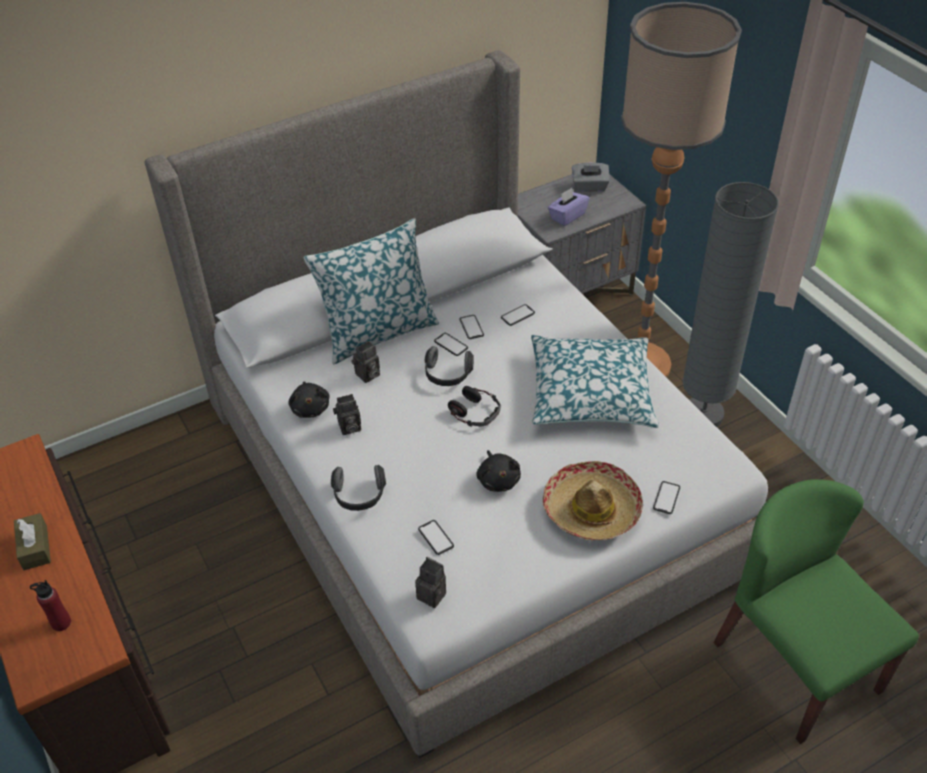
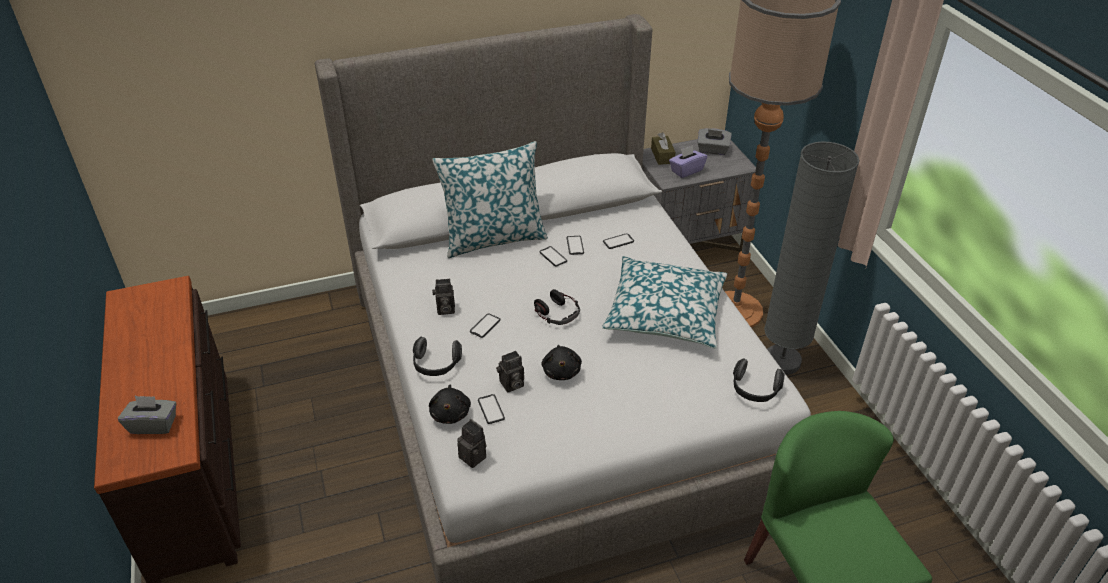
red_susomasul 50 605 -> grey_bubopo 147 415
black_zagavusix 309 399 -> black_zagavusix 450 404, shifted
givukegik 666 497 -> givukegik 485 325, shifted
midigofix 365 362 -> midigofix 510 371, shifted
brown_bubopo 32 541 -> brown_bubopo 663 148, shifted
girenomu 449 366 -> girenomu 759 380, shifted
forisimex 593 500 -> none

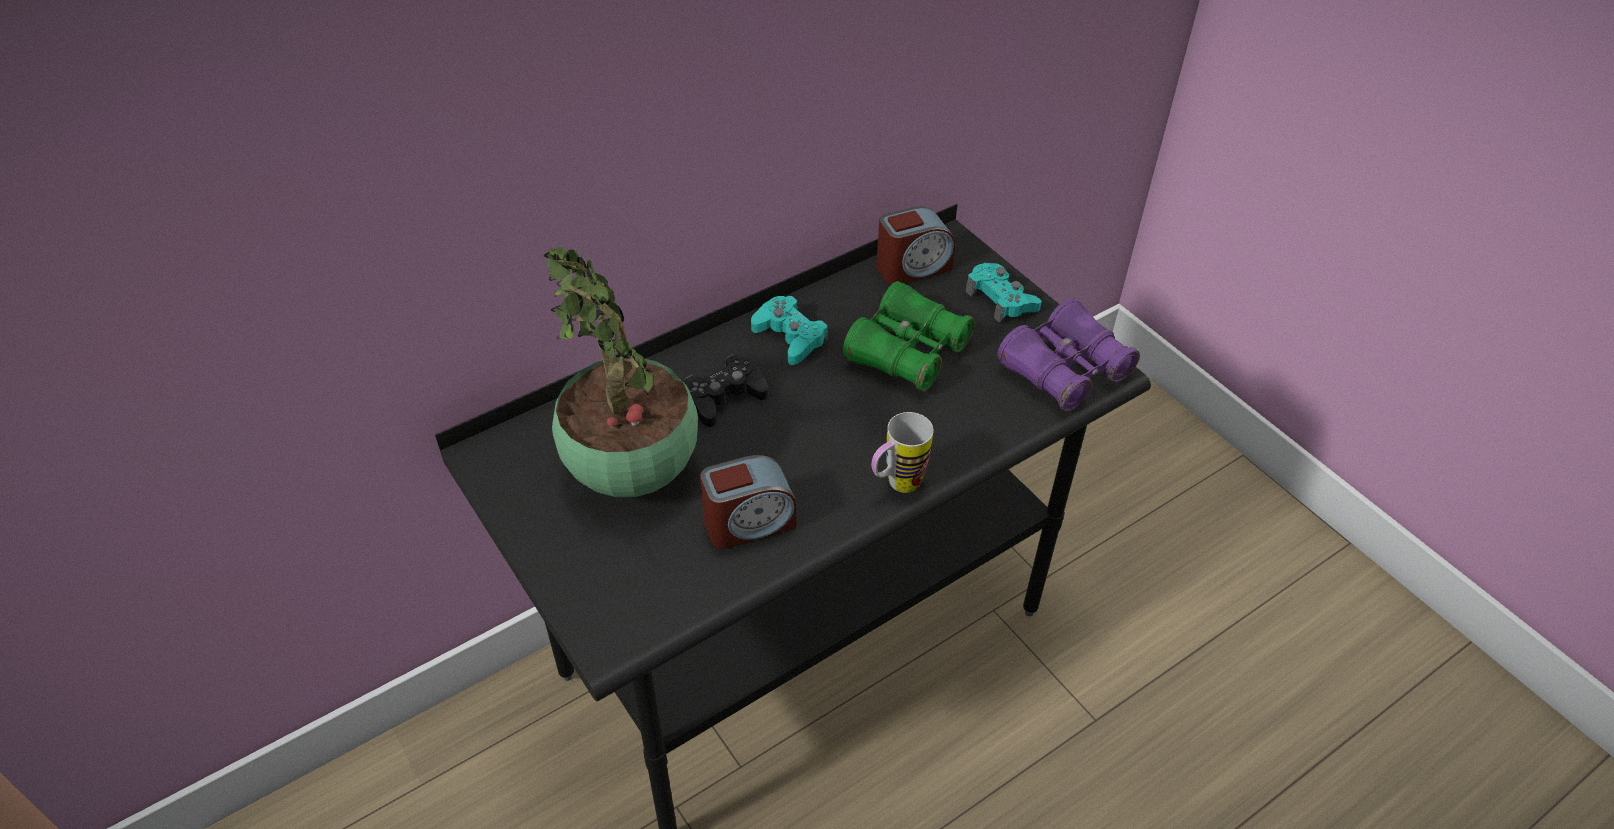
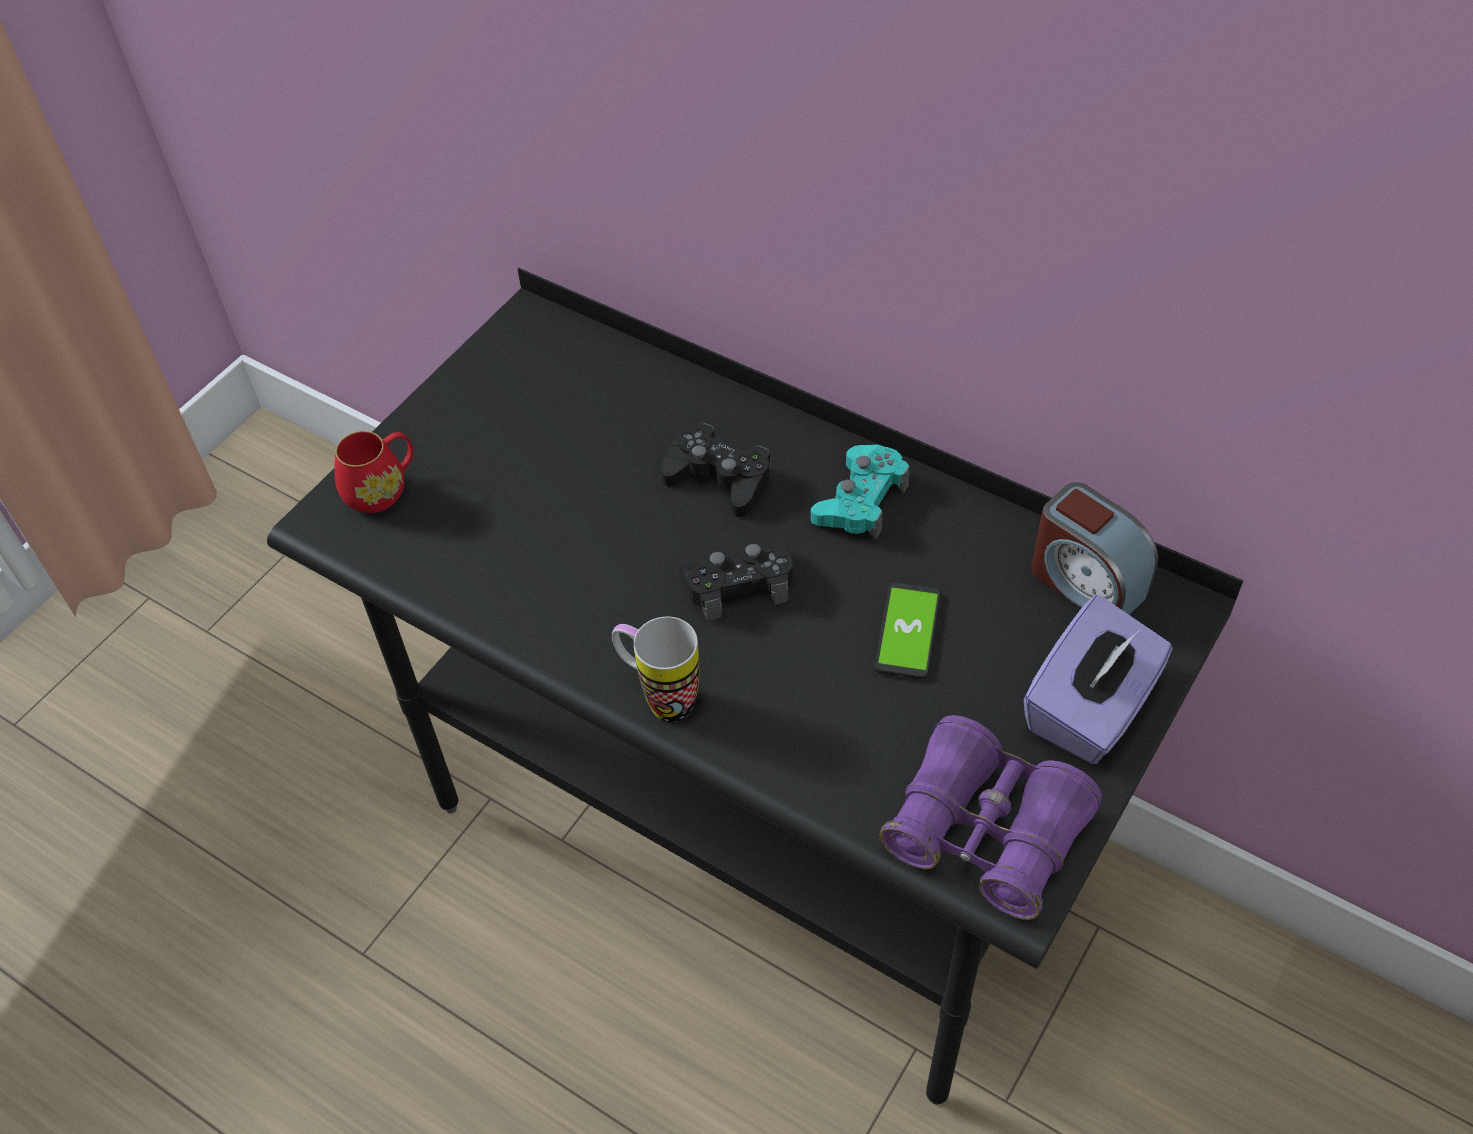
none -> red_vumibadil 373 472
none -> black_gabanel 736 579
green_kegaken 909 336 -> givukegik 907 630
turquoise_gabanel 1003 292 -> purple_bubopo 1098 679
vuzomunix 621 372 -> none
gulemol 748 502 -> none

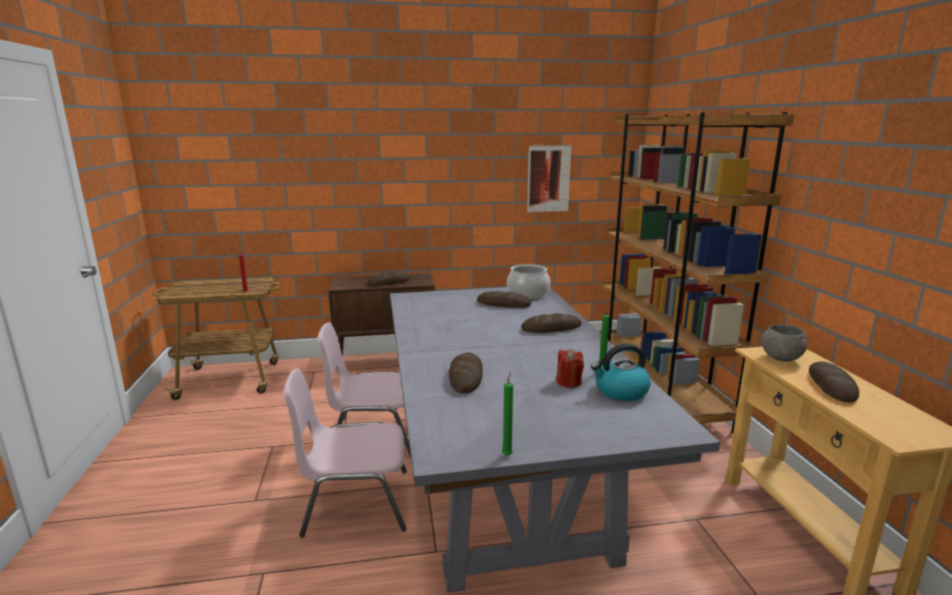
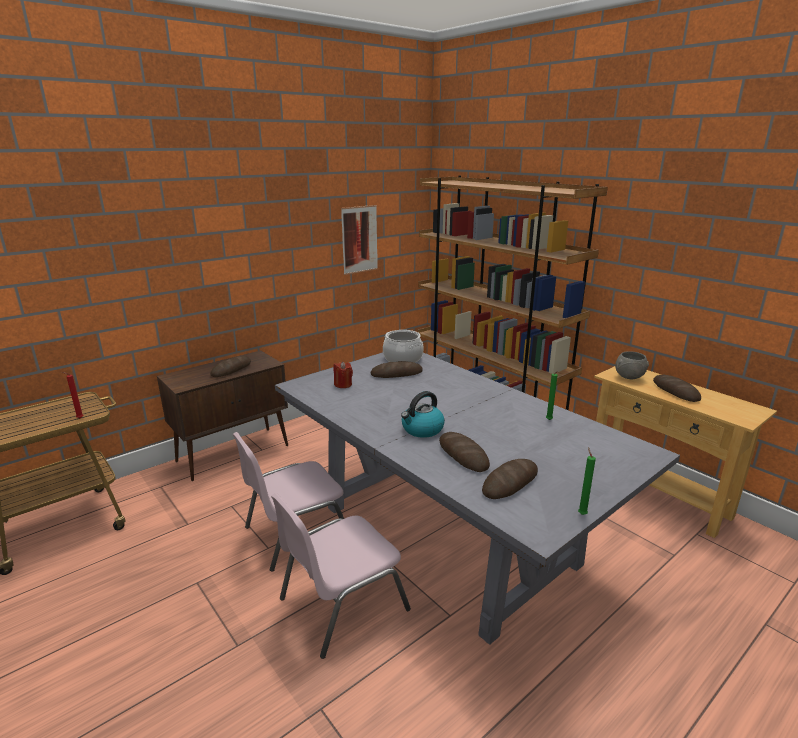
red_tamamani 570 368 -> red_tamamani 343 374, shifted
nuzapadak 621 372 -> nuzapadak 423 414, shifted
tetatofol 551 323 -> tetatofol 510 479, shifted

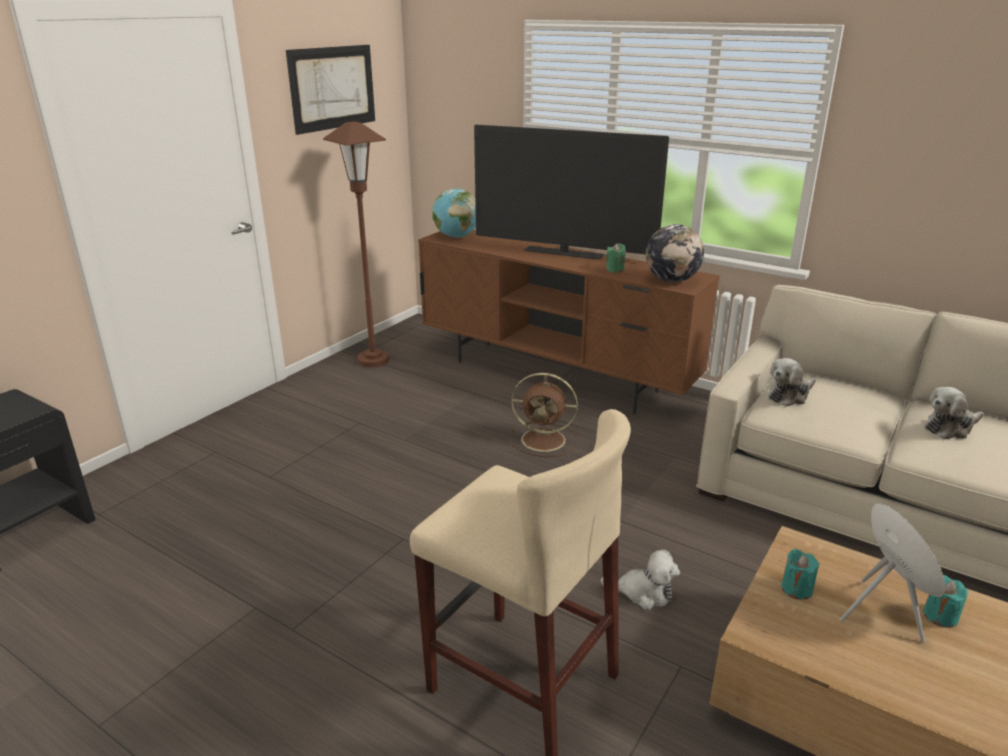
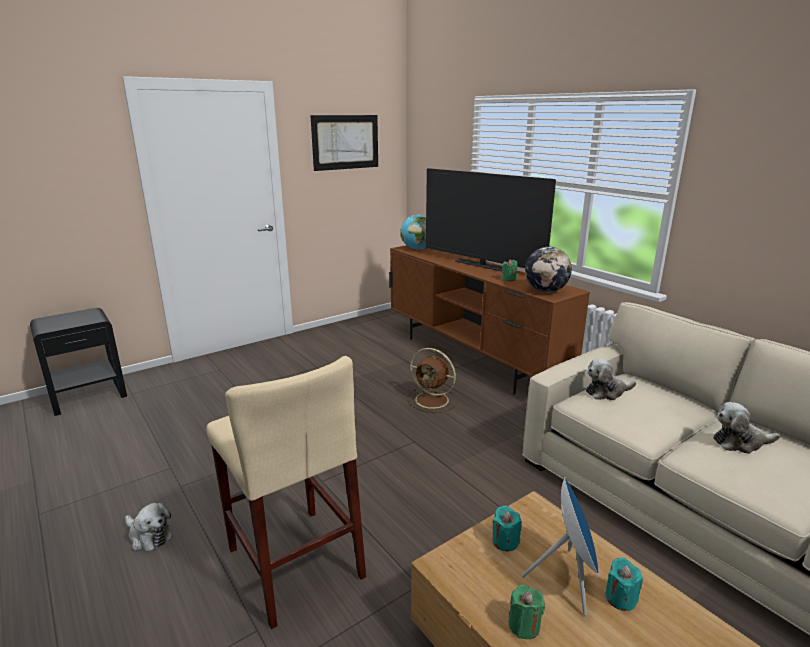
zagavusix 640 579 -> zagavusix 149 527, shifted
none -> green_tamamani 526 612
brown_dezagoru 356 244 -> none

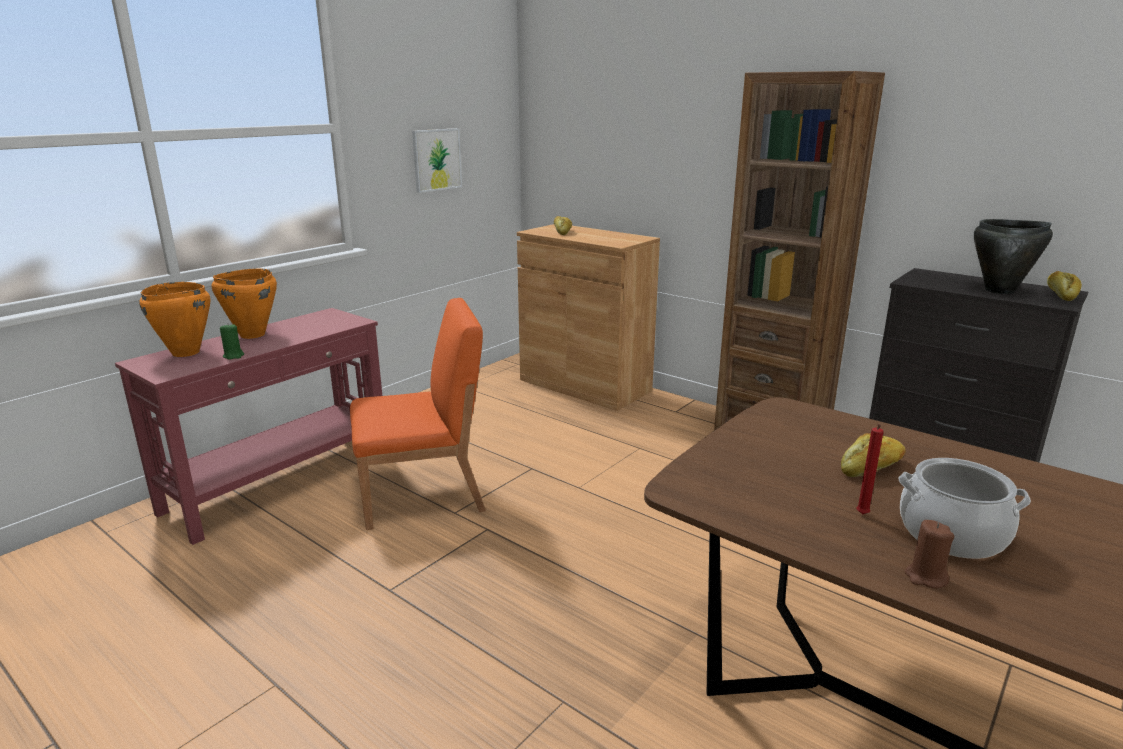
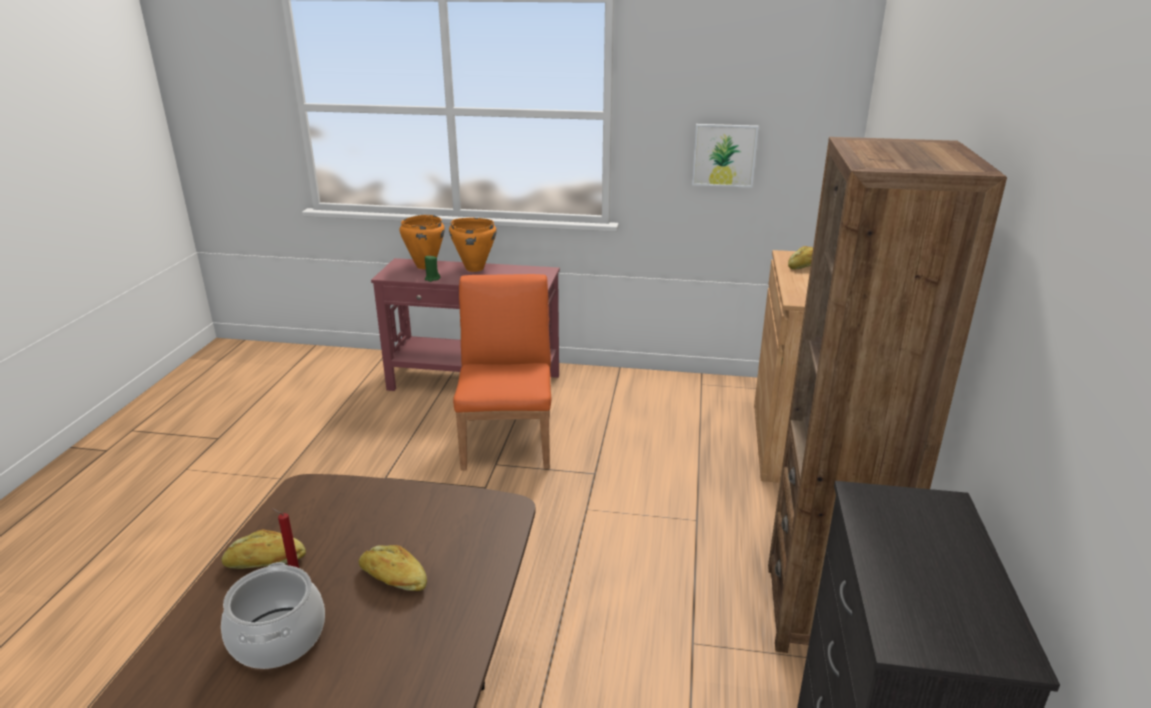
tetatofol 1064 286 -> tetatofol 263 549, shifted
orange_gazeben 418 414 -> orange_gazeben 502 372, 135 degrees counterclockwise
brown_tamamani 929 554 -> none
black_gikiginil 1013 256 -> none

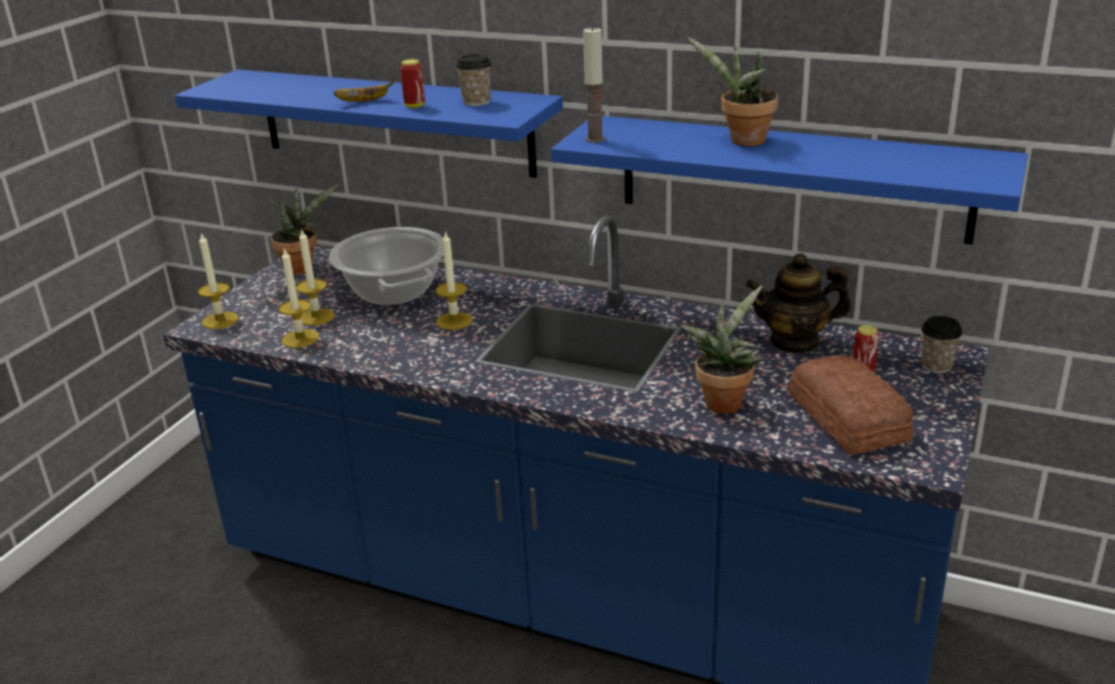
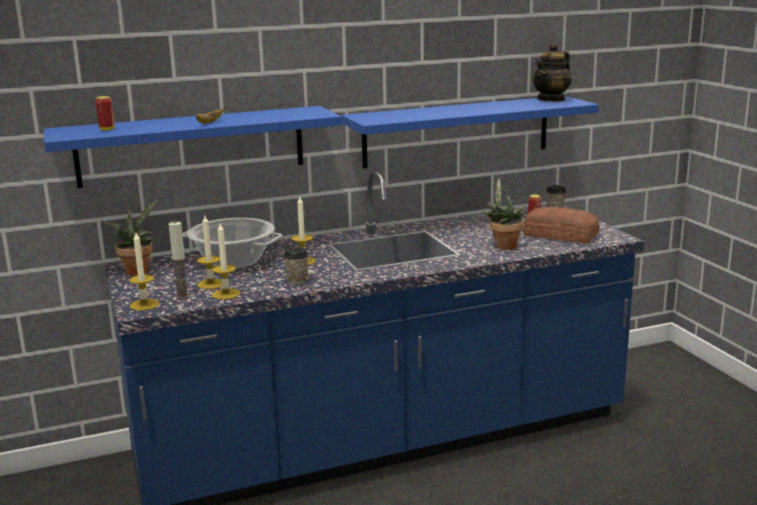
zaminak 412 83 -> zaminak 105 113, shifted
tamamani 594 84 -> tamamani 178 260, shifted
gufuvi 474 80 -> gufuvi 296 265, shifted
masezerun 798 303 -> masezerun 552 72, shifted
vuzomunix 732 91 -> none

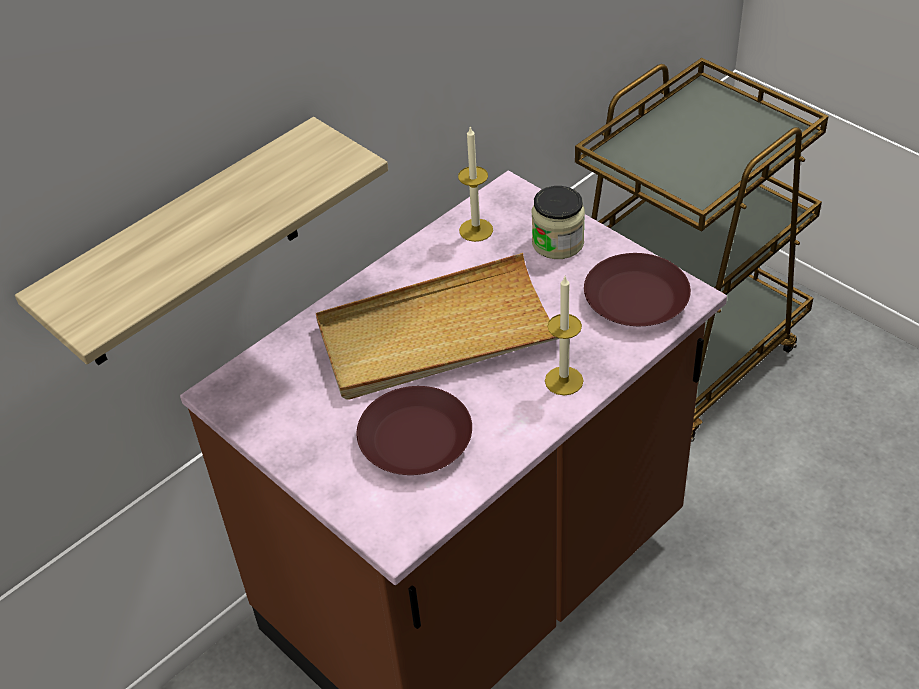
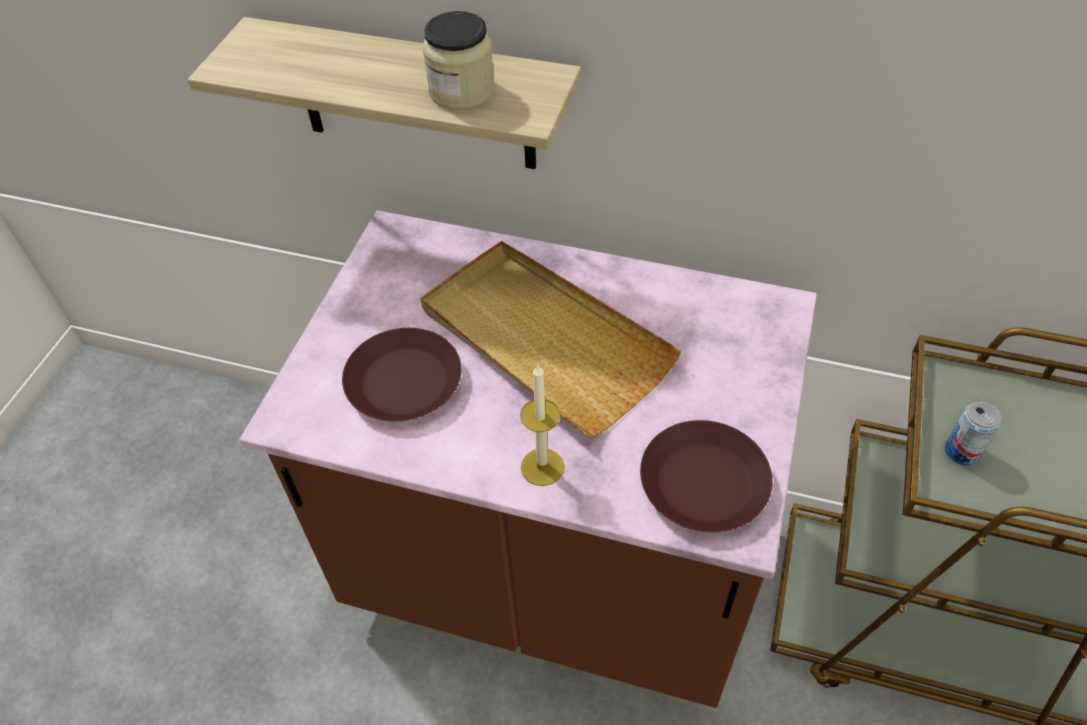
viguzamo 558 222 -> viguzamo 458 60, shifted
none -> zaminak 973 433
tamamani 475 184 -> none

